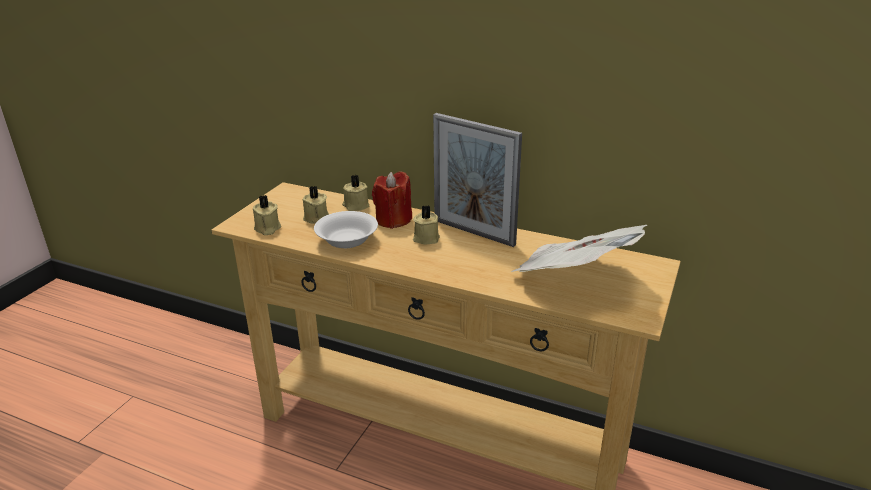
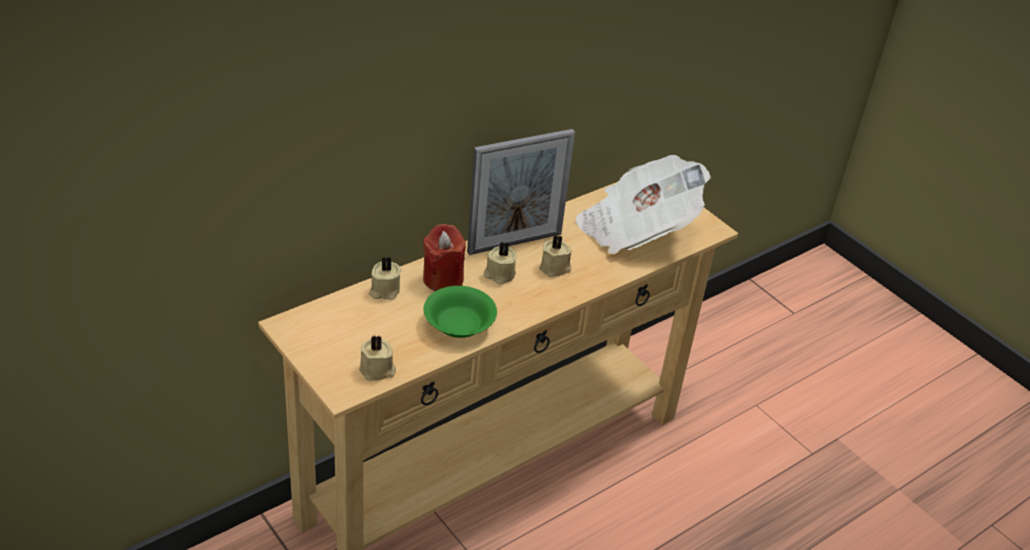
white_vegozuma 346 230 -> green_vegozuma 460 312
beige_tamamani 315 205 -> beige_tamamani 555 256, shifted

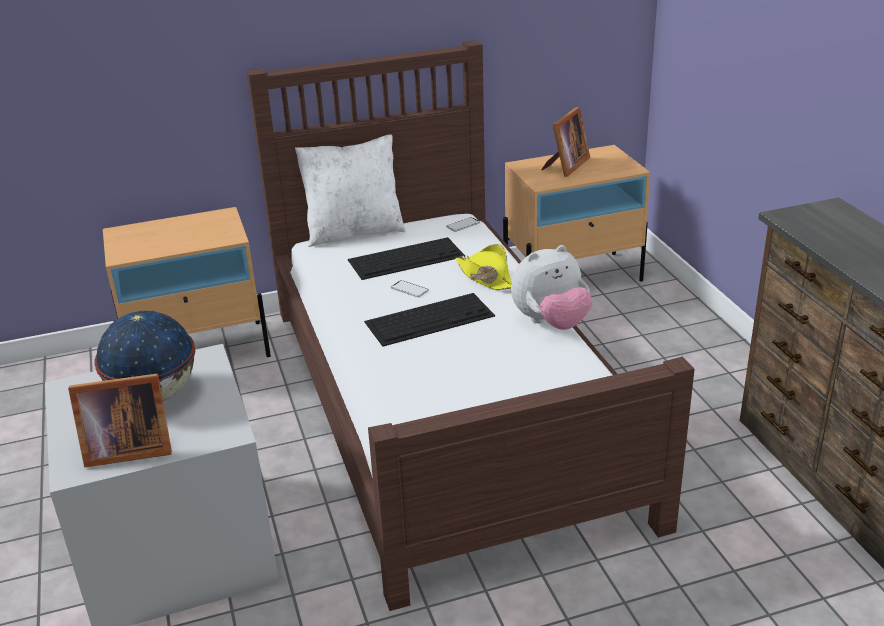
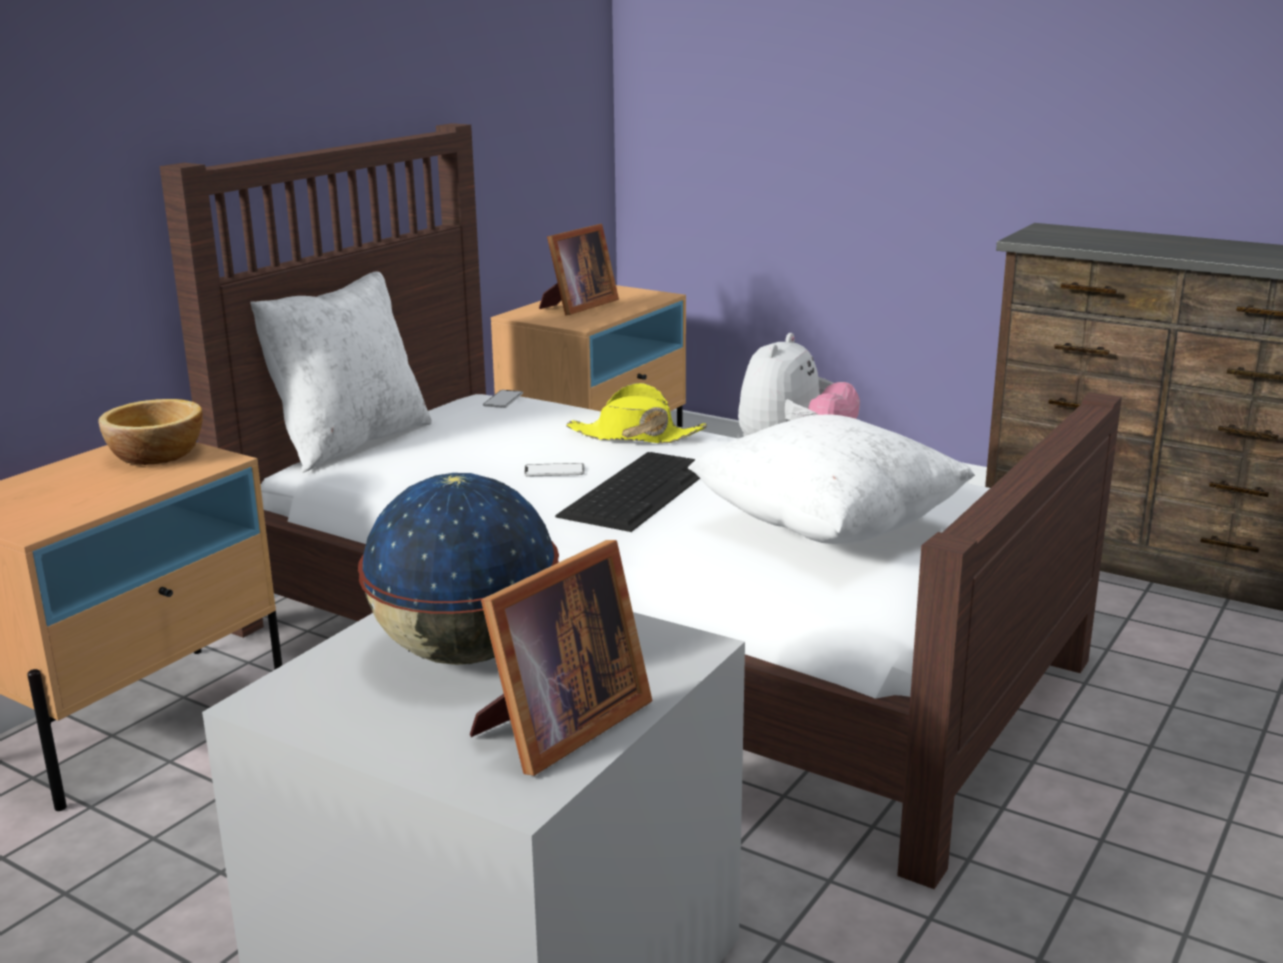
none -> vegozuma 151 432
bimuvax 566 142 -> bimuvax 579 269, 45 degrees clockwise
none -> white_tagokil 831 479
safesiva 406 258 -> none

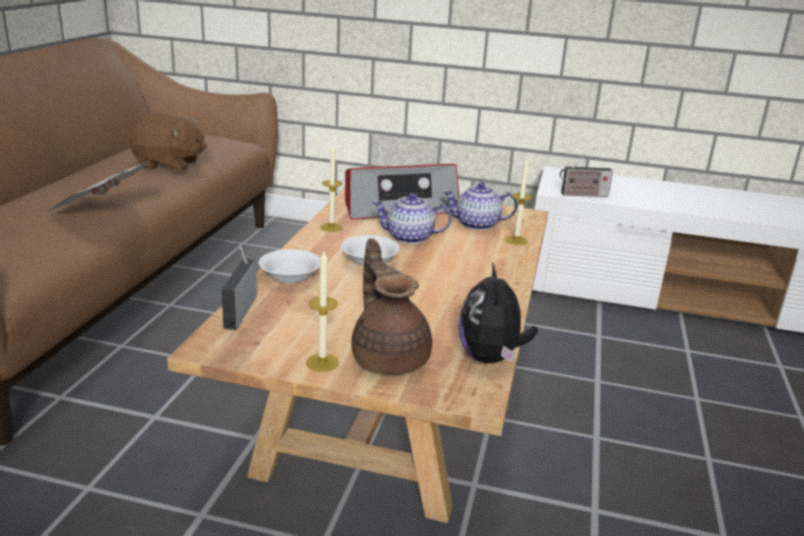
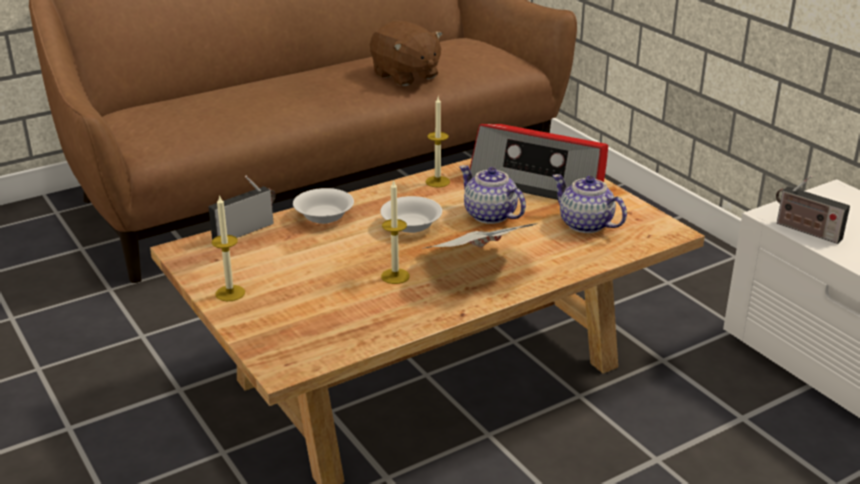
tamamani 518 201 -> tamamani 395 231, shifted
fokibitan 98 187 -> fokibitan 480 236, shifted
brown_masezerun 392 306 -> none
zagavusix 498 312 -> none

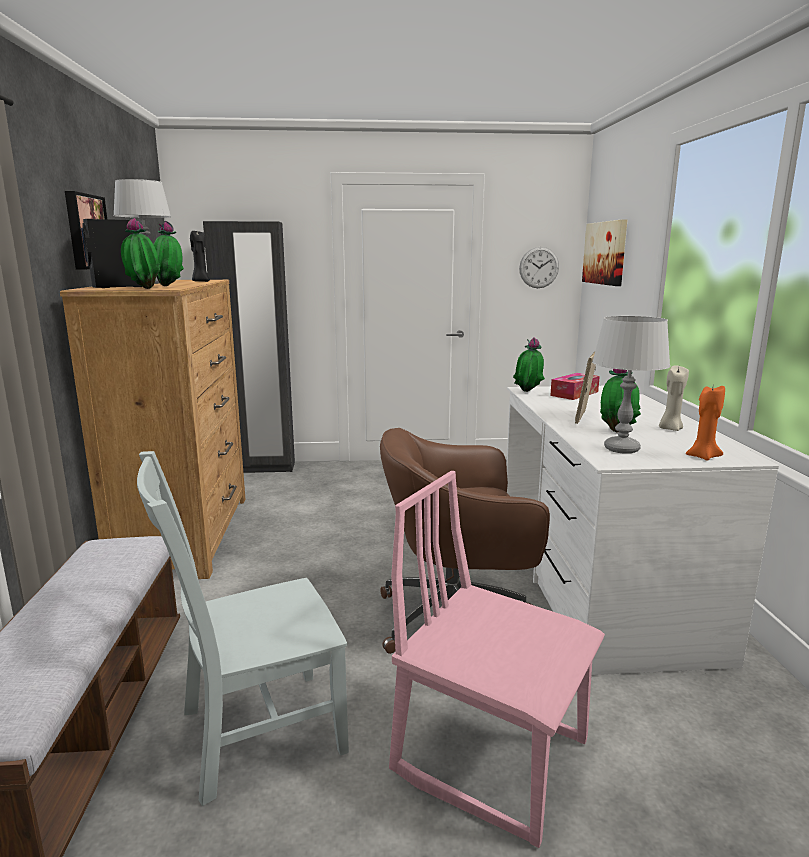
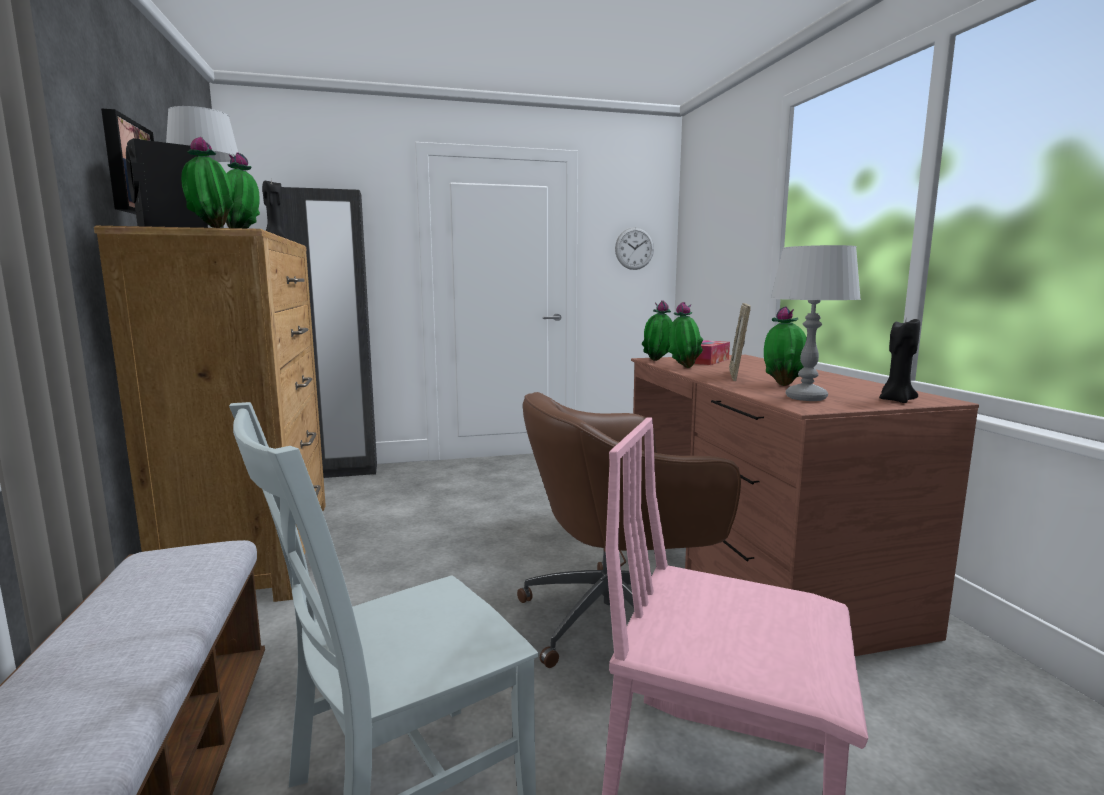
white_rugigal 643 530 -> brown_rugigal 805 505
none -> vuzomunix 685 335
orange_tamamani 705 423 -> black_tamamani 899 361
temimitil 604 252 -> none
beige_tamamani 674 398 -> none

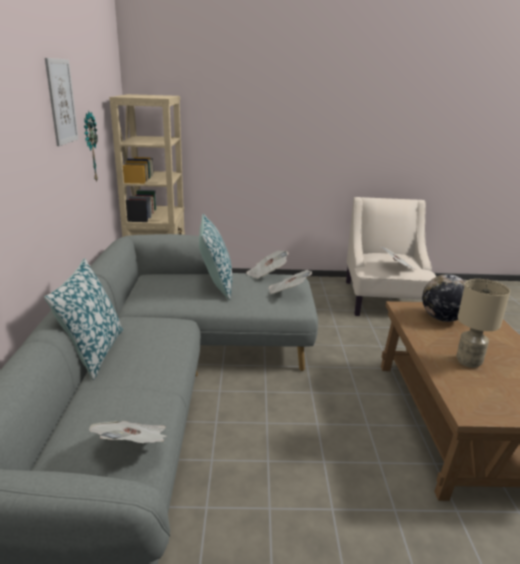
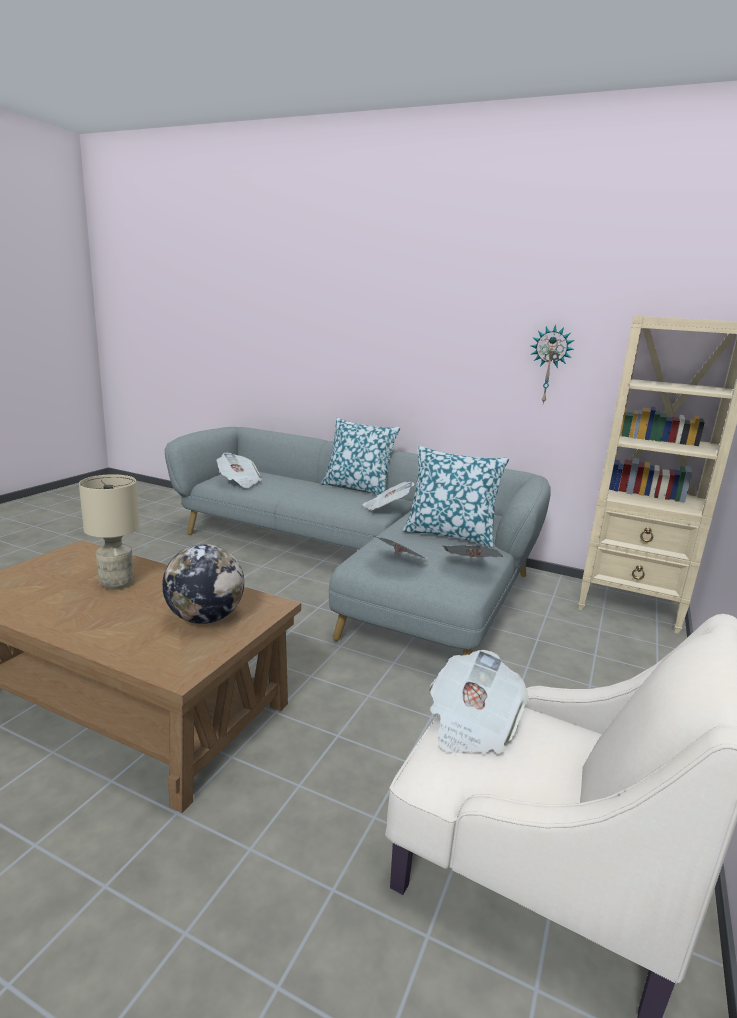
none -> fokibitan 388 496
temimitil 62 102 -> none

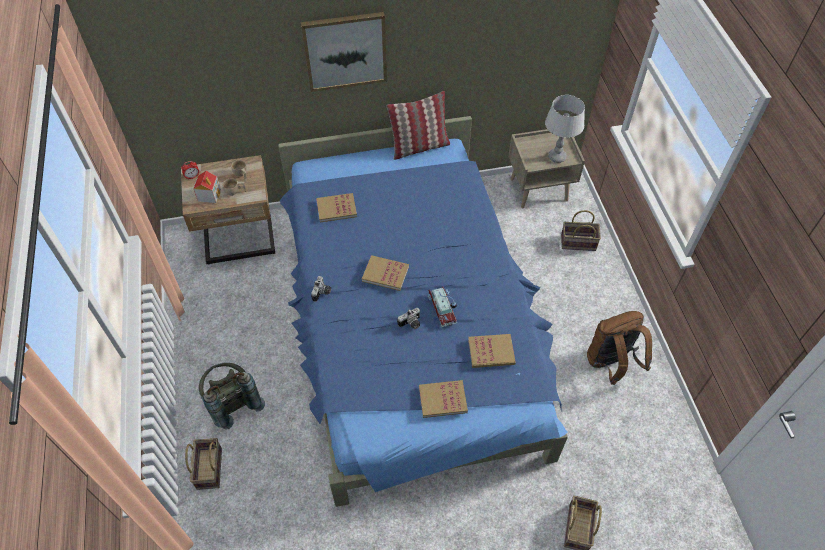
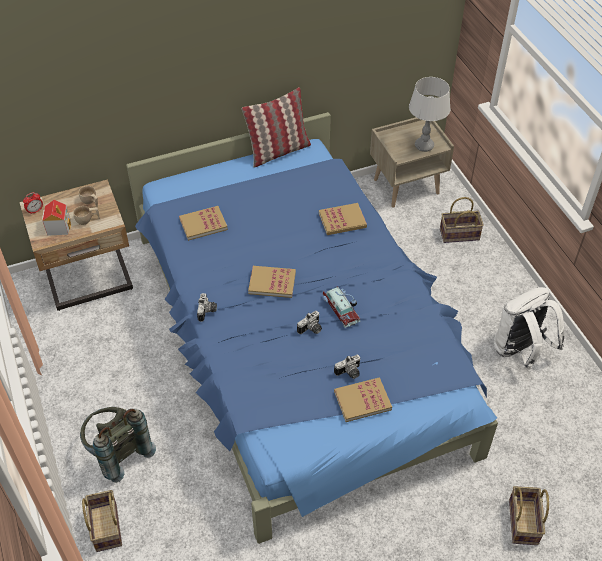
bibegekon 492 351 -> bibegekon 343 219, shifted
none -> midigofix 347 367
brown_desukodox 619 348 -> white_desukodox 529 328
temimitil 344 52 -> none

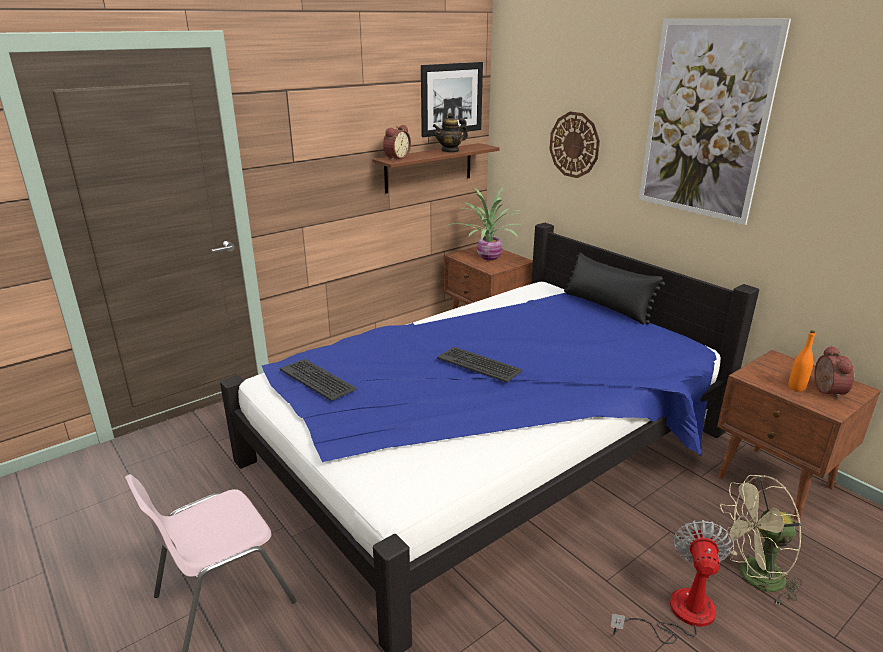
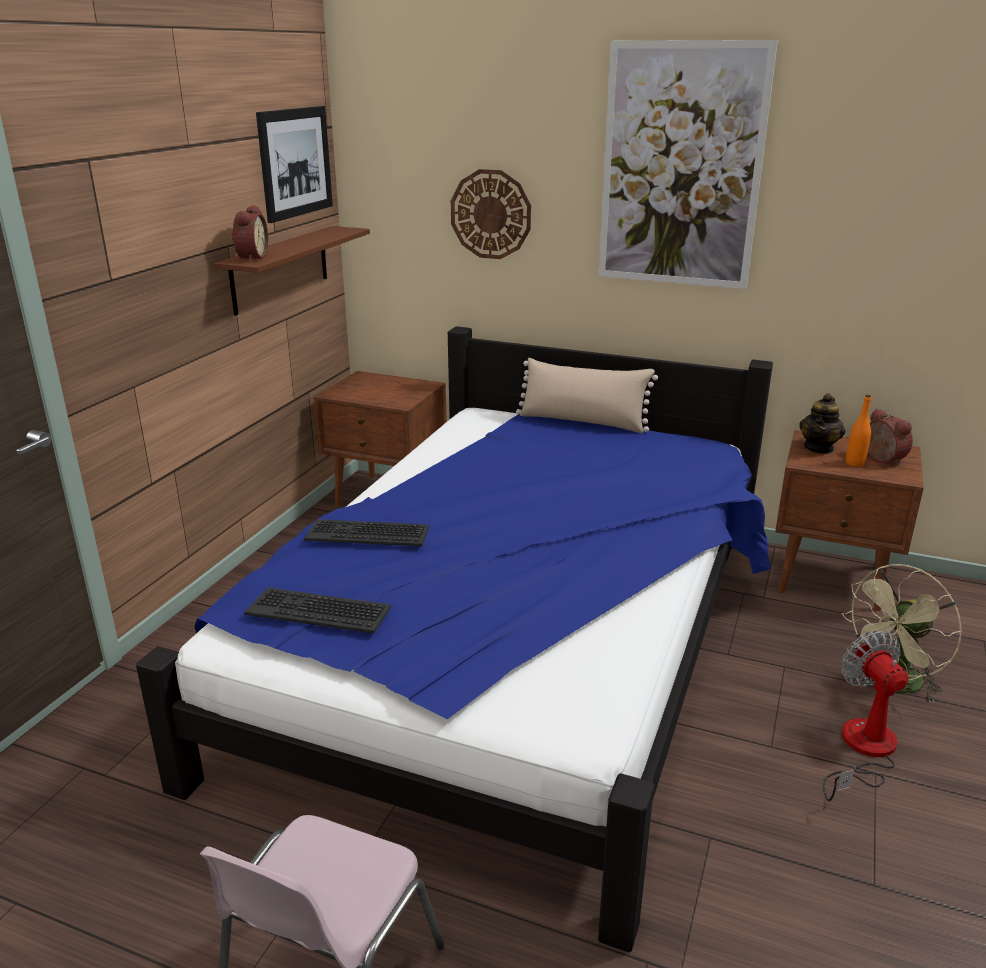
safesiva 480 365 -> safesiva 366 532, shifted
black_tagokil 614 289 -> beige_tagokil 587 395
masezerun 450 133 -> masezerun 822 423, shifted
vuzomunix 485 224 -> none

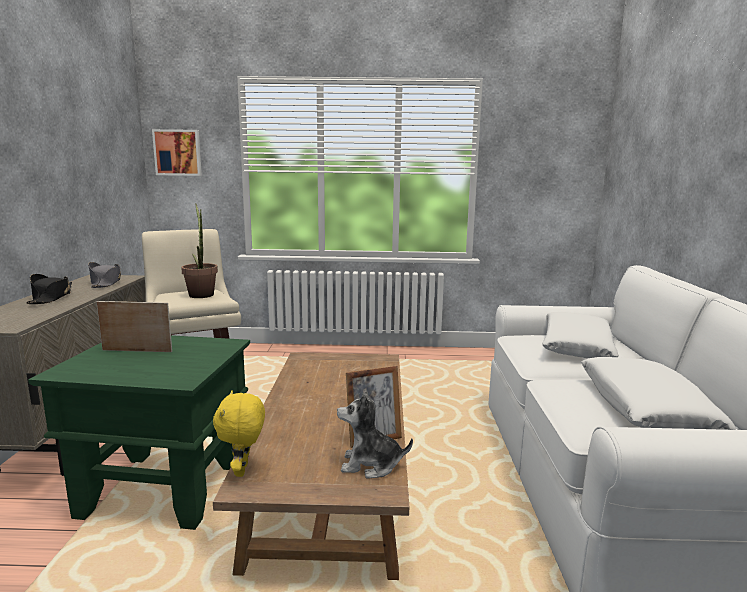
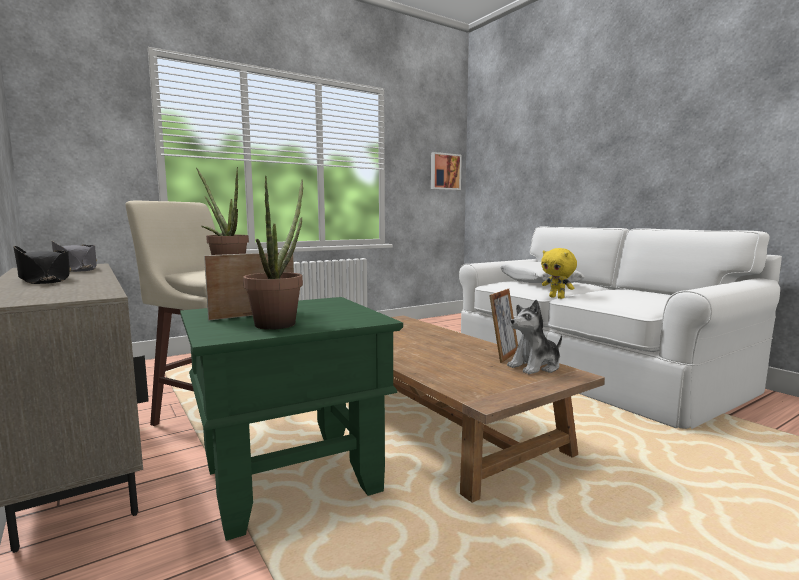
none -> vuzomunix 273 252
temimitil 177 152 -> temimitil 446 171, shifted
yellow_zagavusix 239 434 -> yellow_zagavusix 559 273, shifted
white_tagokil 658 393 -> none

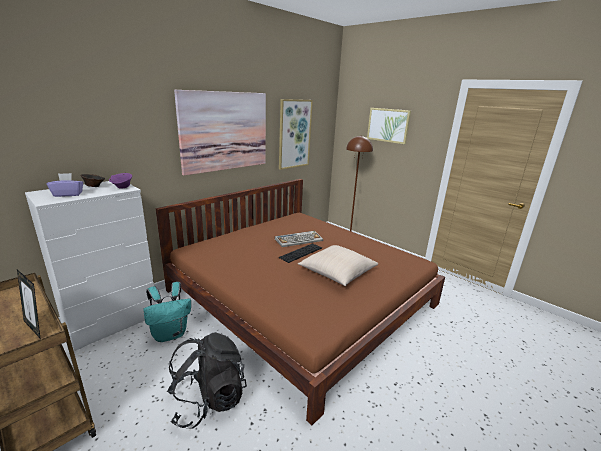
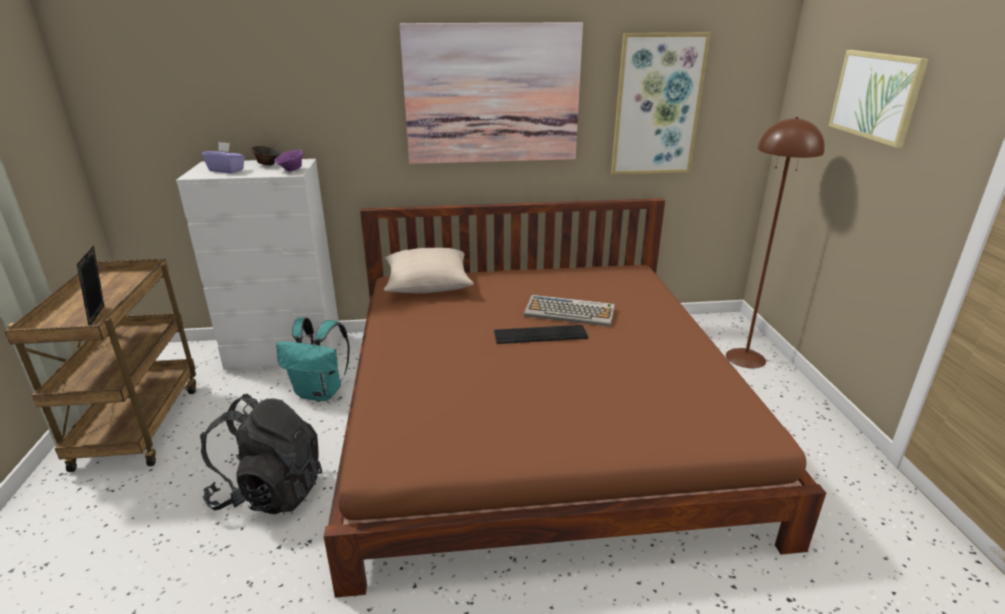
beige_tagokil 338 265 -> beige_tagokil 429 270, shifted

